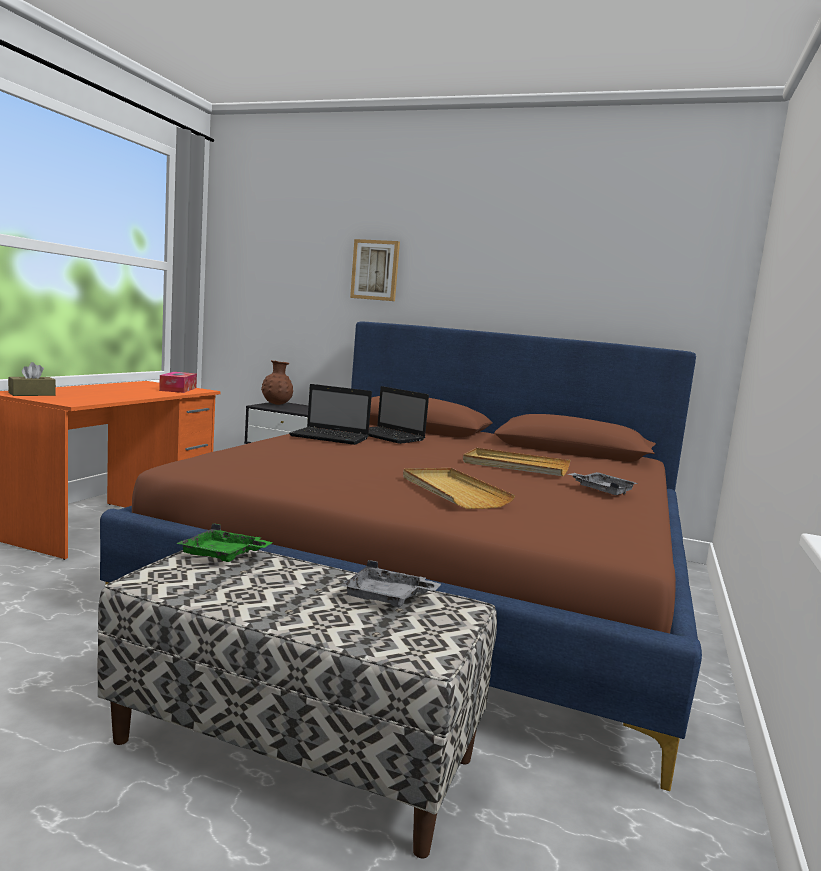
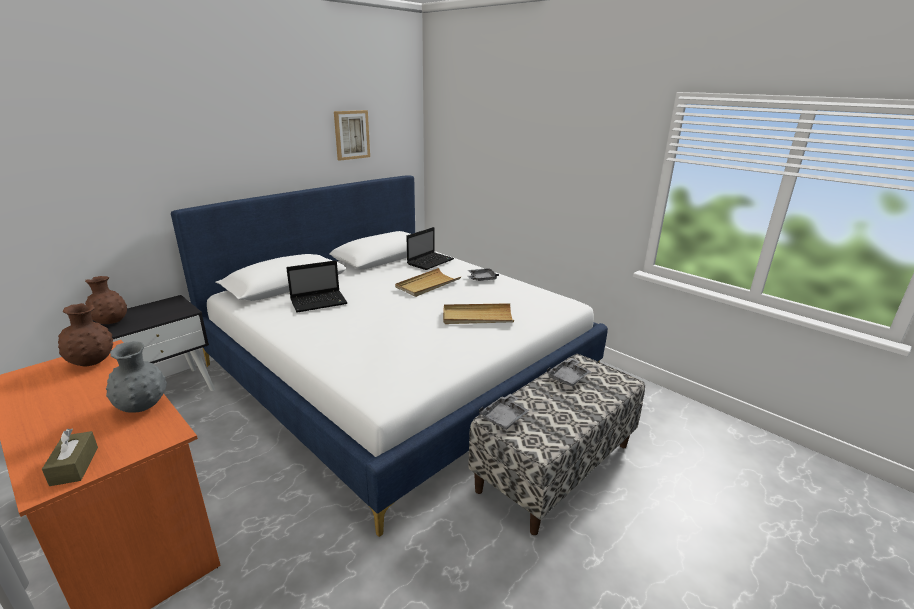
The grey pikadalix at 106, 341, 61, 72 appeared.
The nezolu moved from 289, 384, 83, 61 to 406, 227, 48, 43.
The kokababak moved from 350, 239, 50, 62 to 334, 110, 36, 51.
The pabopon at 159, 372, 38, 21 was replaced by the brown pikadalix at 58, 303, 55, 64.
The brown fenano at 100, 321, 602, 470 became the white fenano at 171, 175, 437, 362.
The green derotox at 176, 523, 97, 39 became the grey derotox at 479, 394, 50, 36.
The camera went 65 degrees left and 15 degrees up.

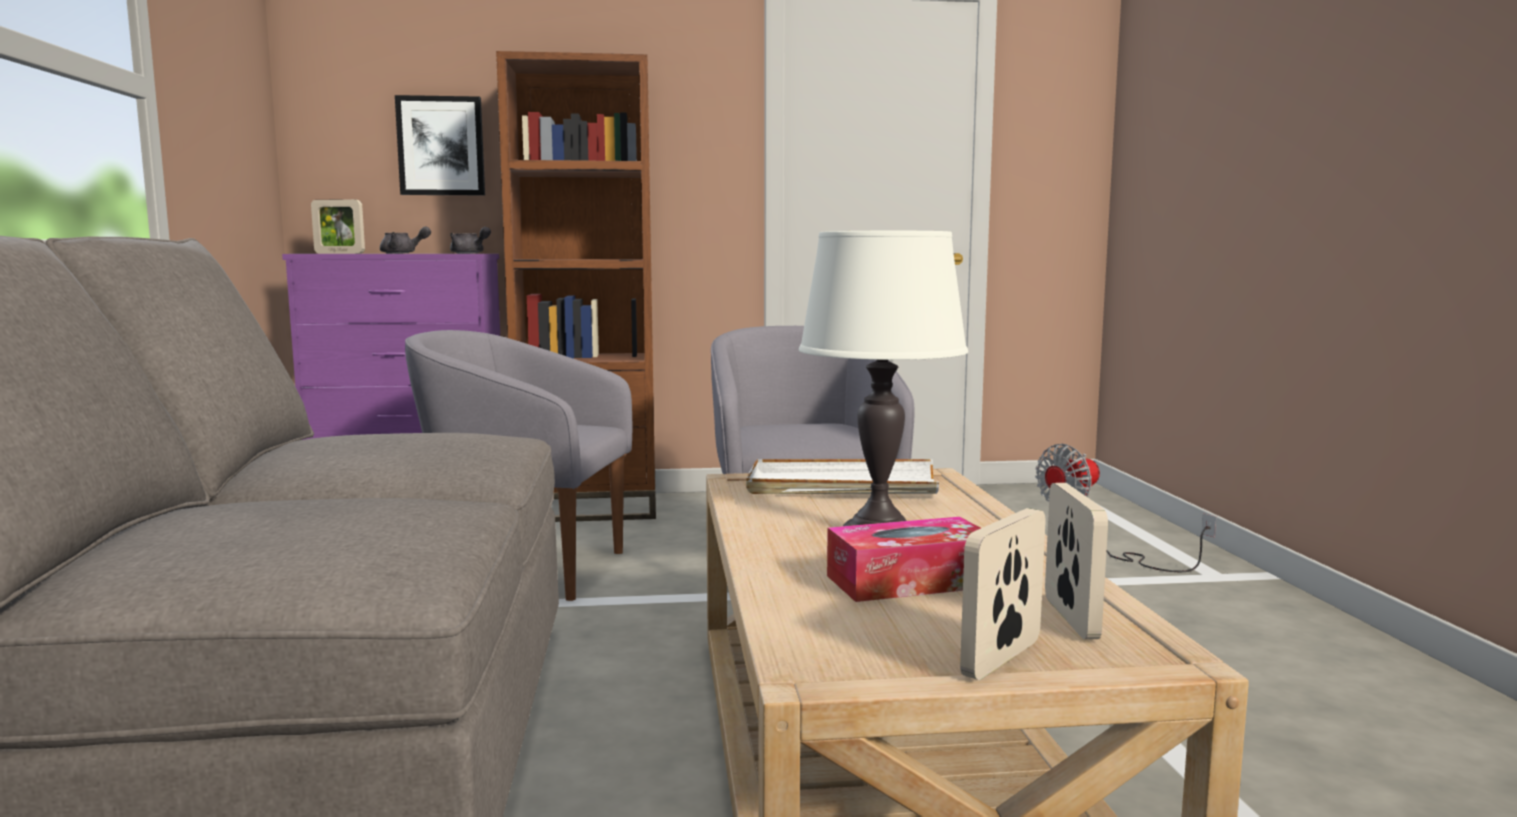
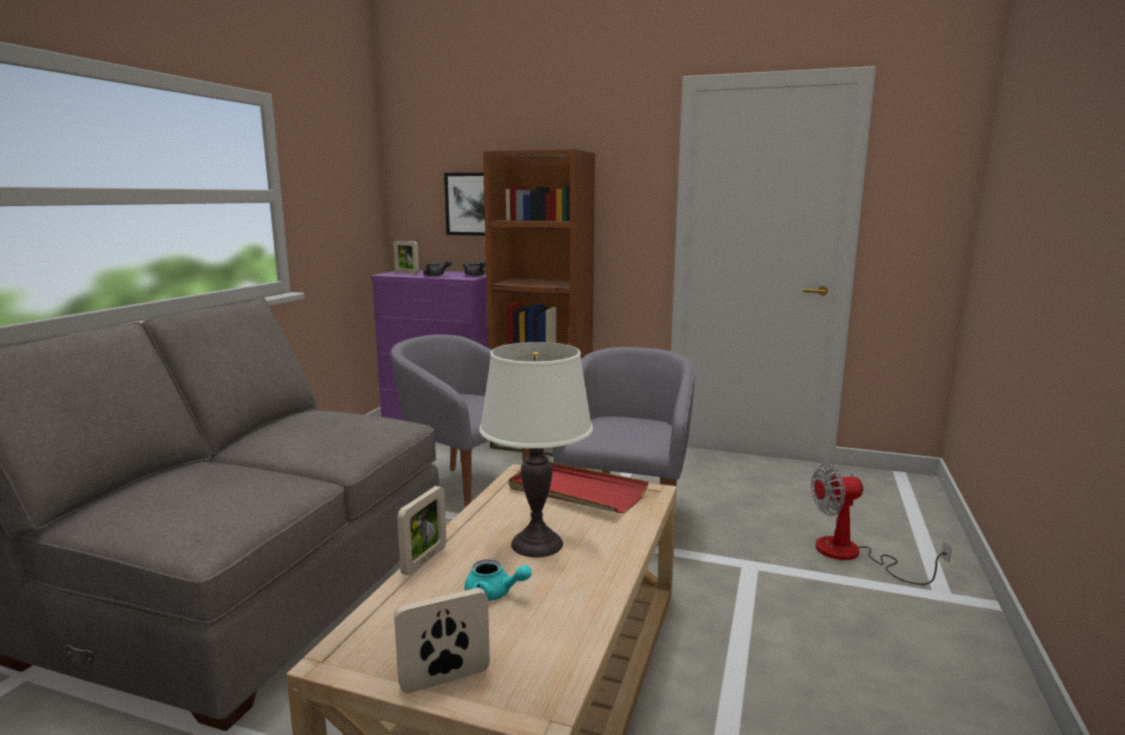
The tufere moved from 1045, 483, 63, 156 to 397, 486, 50, 89.
The pabopon at 827, 517, 154, 85 was replaced by the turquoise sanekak at 464, 559, 68, 42.
The white derotox at 746, 459, 193, 35 became the red derotox at 509, 462, 140, 51.
The camera went 25 degrees right and 5 degrees up.

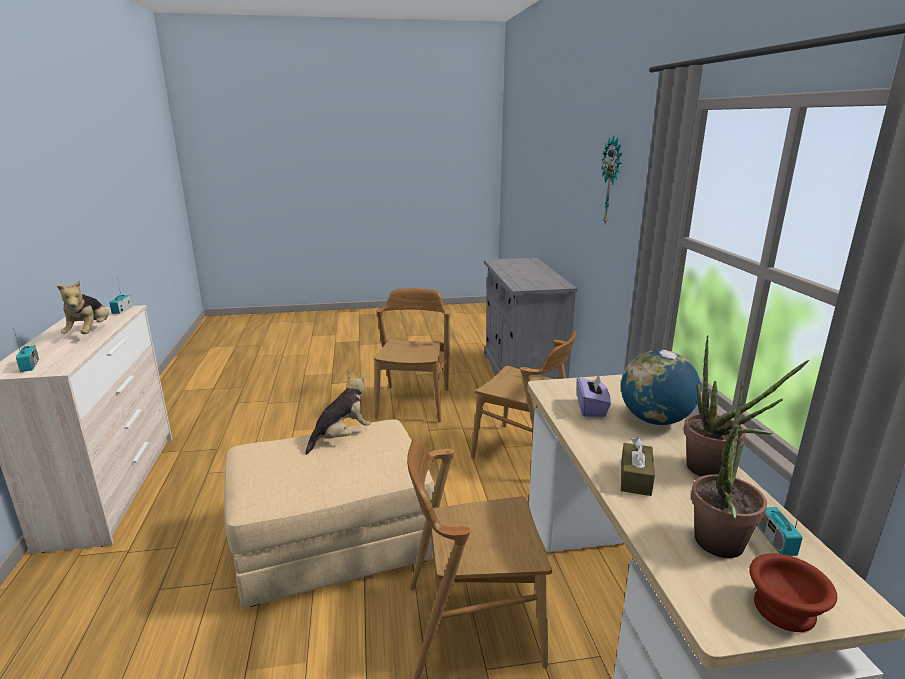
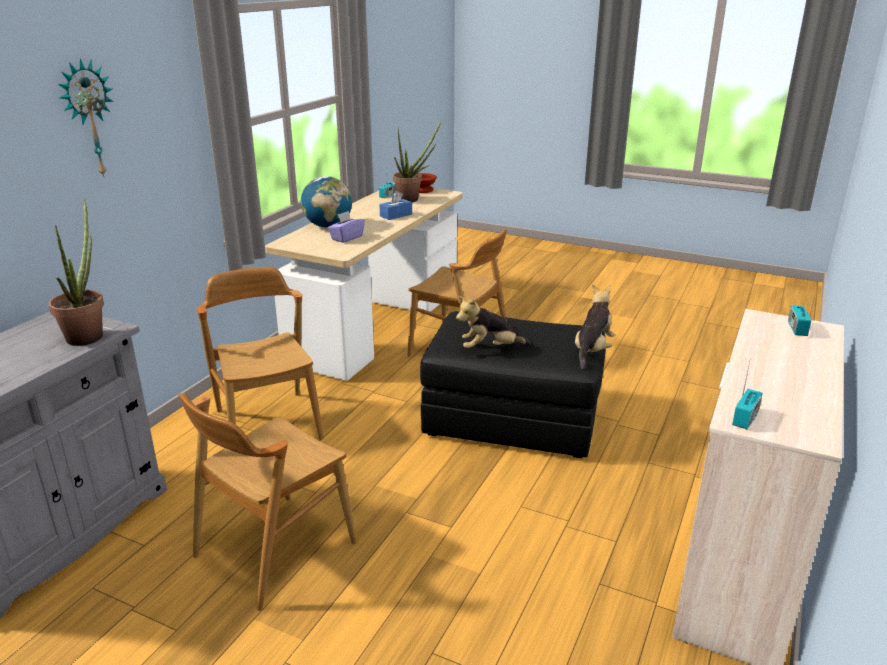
The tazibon moved from 57, 280, 52, 54 to 575, 285, 40, 84.
The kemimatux moved from 684, 335, 125, 142 to 48, 199, 56, 147.
The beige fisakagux at 224, 419, 210, 189 became the black fisakagux at 420, 311, 186, 147.
The brown pabopon at 621, 437, 34, 59 became the blue pabopon at 379, 191, 33, 29.
The camera went 145 degrees left and 5 degrees up.

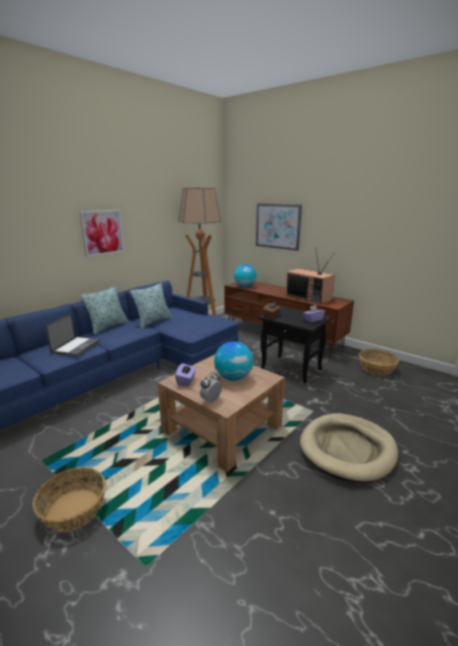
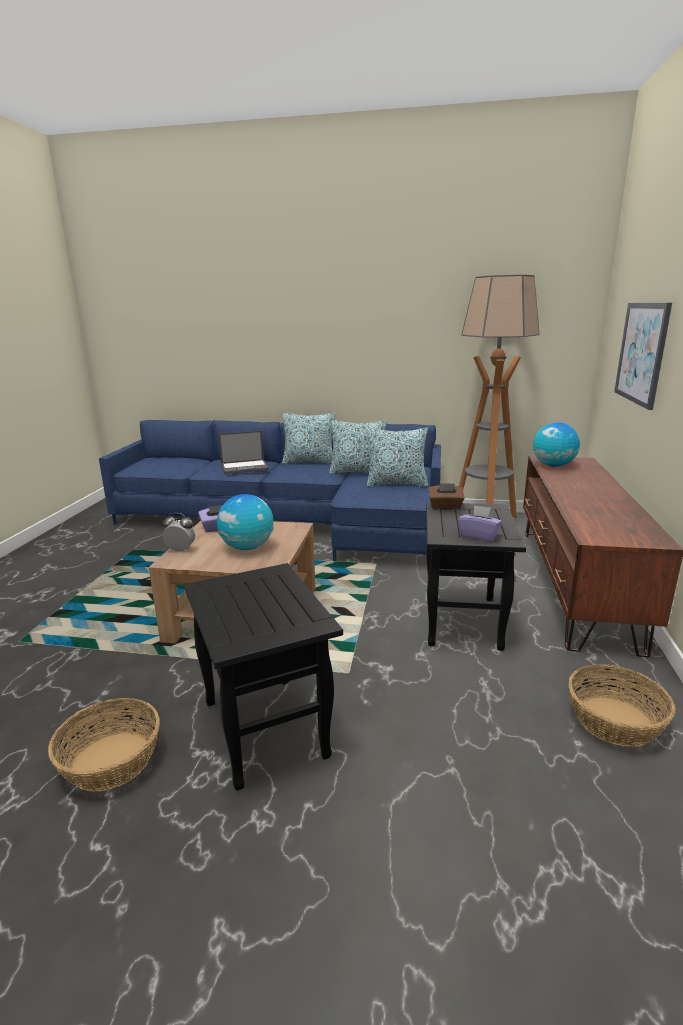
The kokababak at 80, 210, 45, 47 disappeared.
The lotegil at 286, 251, 49, 53 disappeared.
The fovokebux at 367, 428, 61, 59 appeared.
The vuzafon moved from 33, 467, 73, 65 to 48, 698, 112, 94.
The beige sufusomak at 300, 413, 98, 70 was replaced by the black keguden at 184, 563, 159, 228.
The camera went 60 degrees right and 0 degrees up.

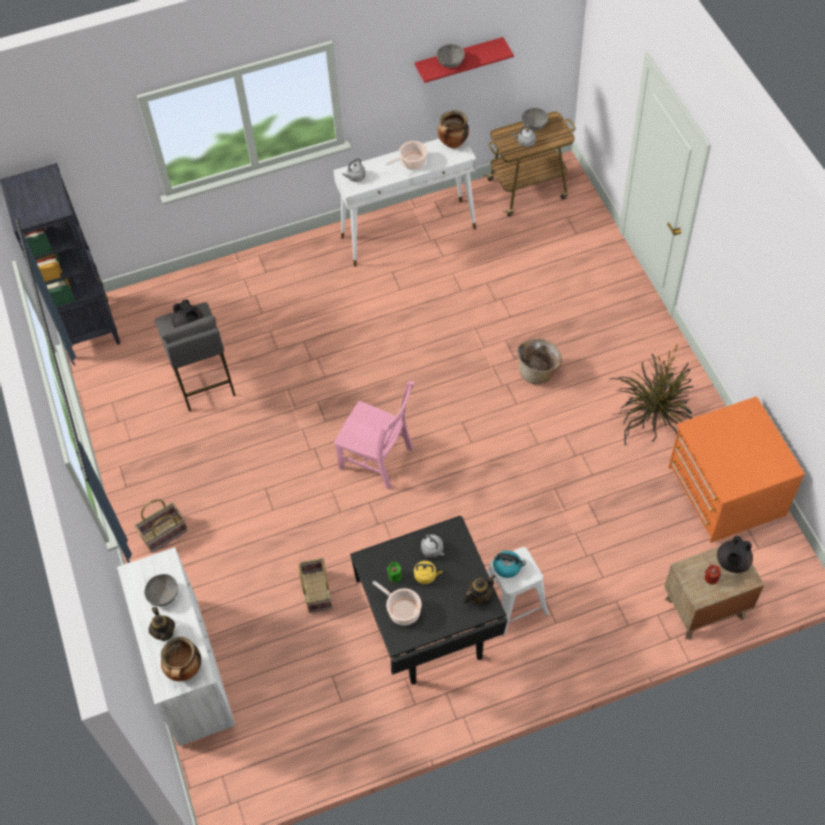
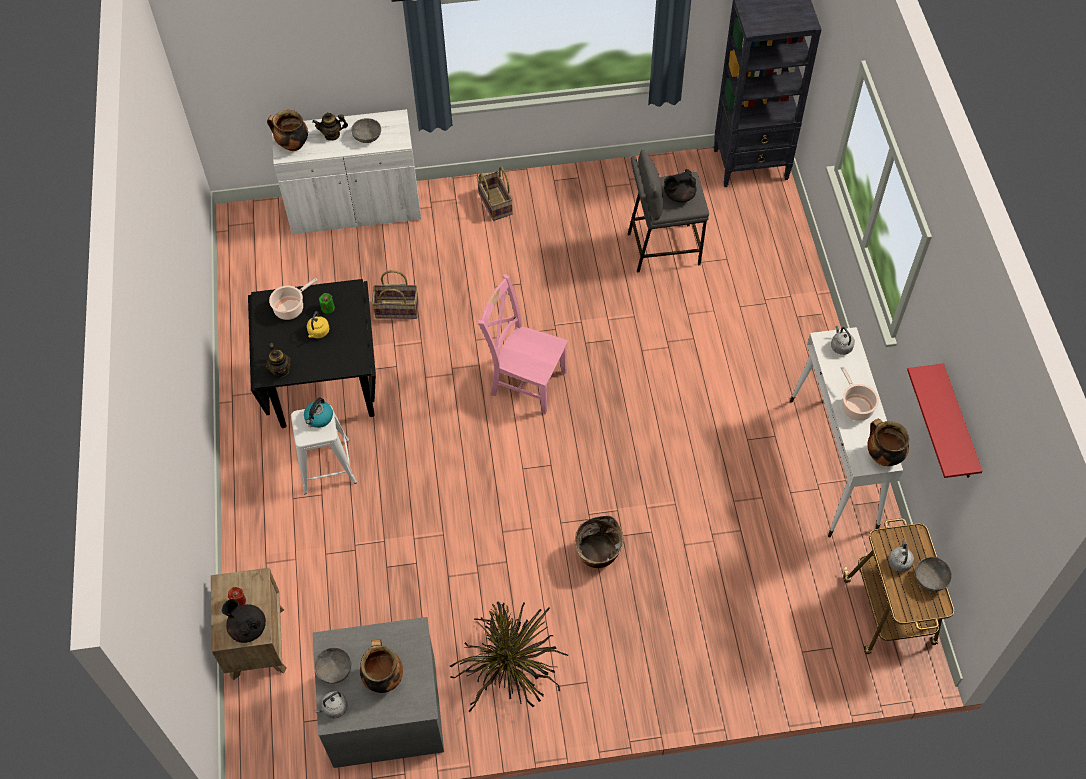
The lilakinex at 360, 639, 43, 54 appeared.
The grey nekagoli moved from 421, 534, 23, 24 to 315, 691, 33, 27.
The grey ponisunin moved from 437, 44, 28, 24 to 314, 647, 37, 37.
The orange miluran at 668, 396, 137, 147 became the grey miluran at 313, 617, 131, 151.
The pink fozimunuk at 334, 381, 80, 109 turned 75 degrees clockwise.
The camera went 100 degrees right and 0 degrees up.

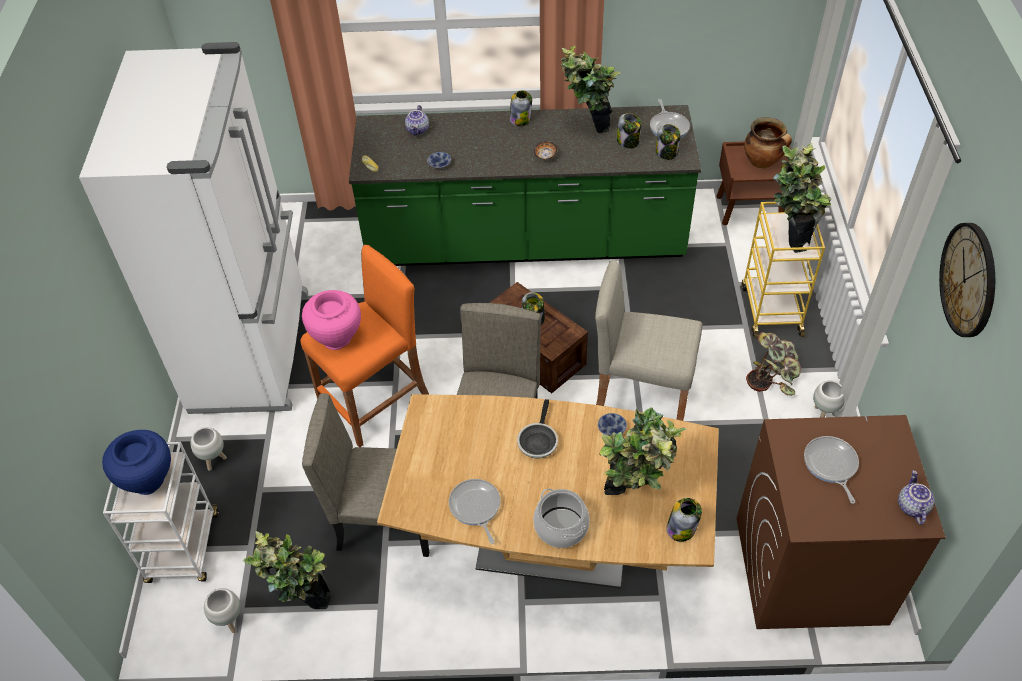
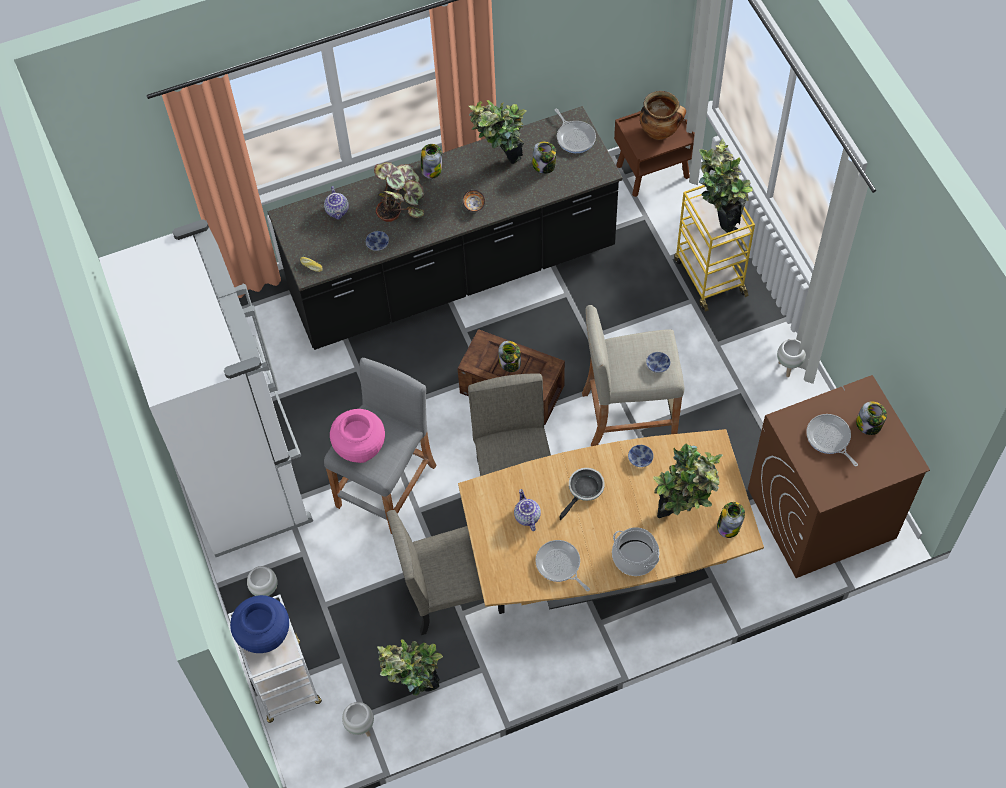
The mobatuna at 939, 223, 56, 114 disappeared.
The ponisunin at 646, 352, 25, 21 appeared.
The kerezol moved from 656, 124, 24, 36 to 856, 401, 31, 34.
The kemimatux moved from 746, 332, 55, 64 to 374, 162, 50, 60.
The sanekak moved from 898, 470, 37, 55 to 514, 489, 27, 42.
The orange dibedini at 300, 245, 130, 202 became the grey dibedini at 324, 358, 113, 176.
The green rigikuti at 349, 105, 352, 161 became the black rigikuti at 268, 106, 355, 244.
The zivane at 517, 399, 41, 60 turned 135 degrees counterclockwise.
The camera went 20 degrees left and 10 degrees up.

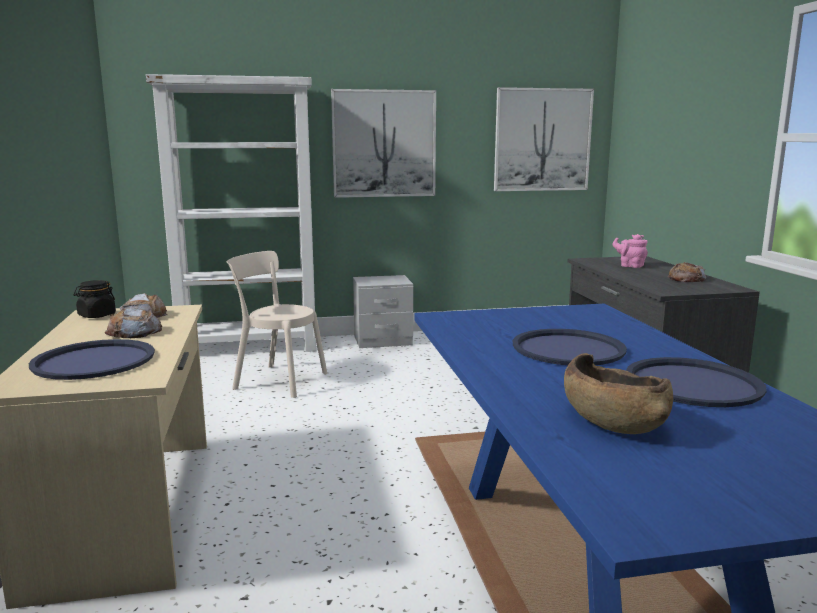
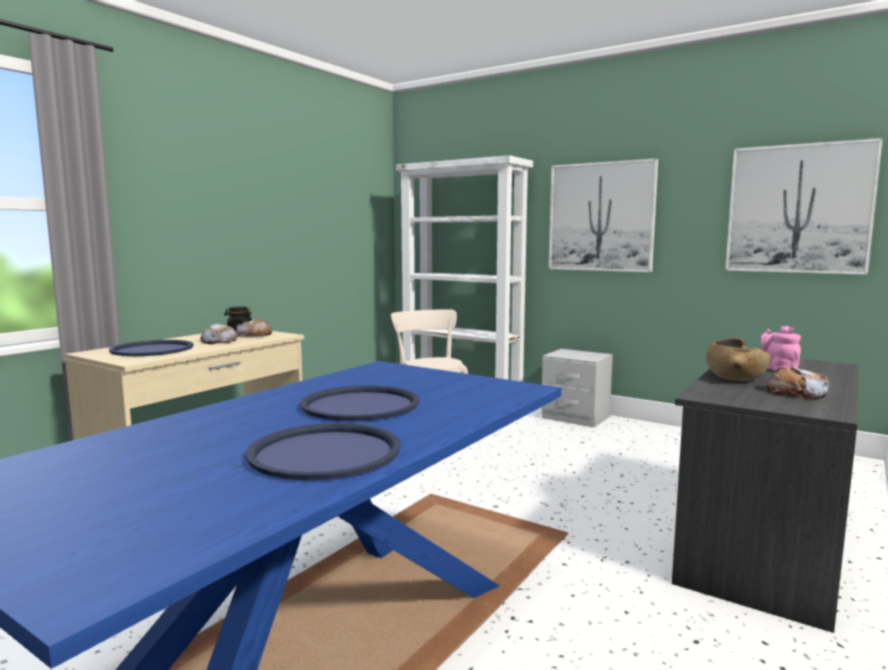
The brown ponisunin moved from 564, 353, 109, 81 to 706, 338, 64, 43.
The camera went 45 degrees right and 5 degrees down.

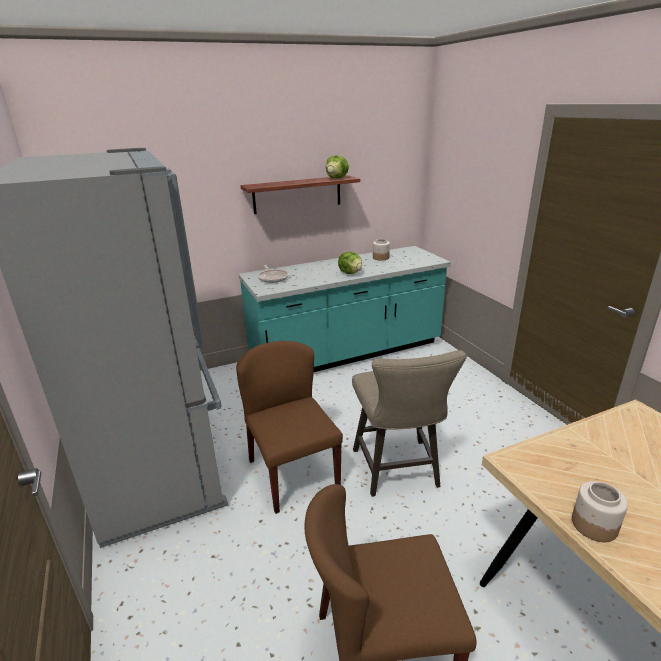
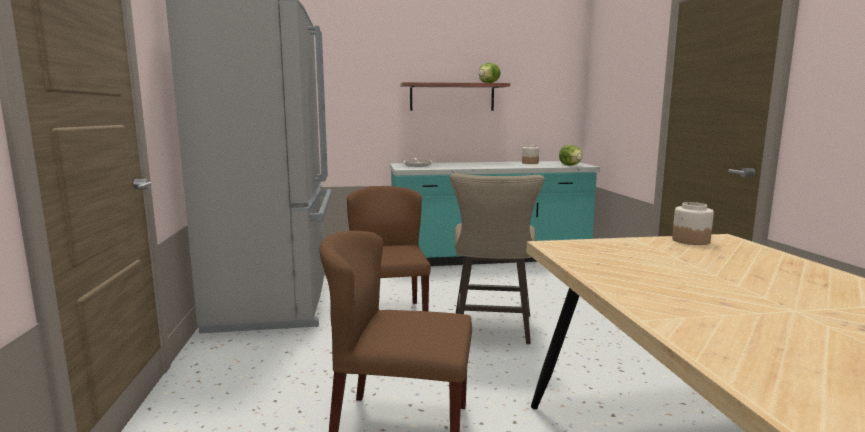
The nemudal moved from 338, 252, 24, 22 to 559, 145, 24, 21.
The kerezol moved from 572, 481, 56, 61 to 672, 202, 42, 43.
The camera went 15 degrees right and 15 degrees down.

